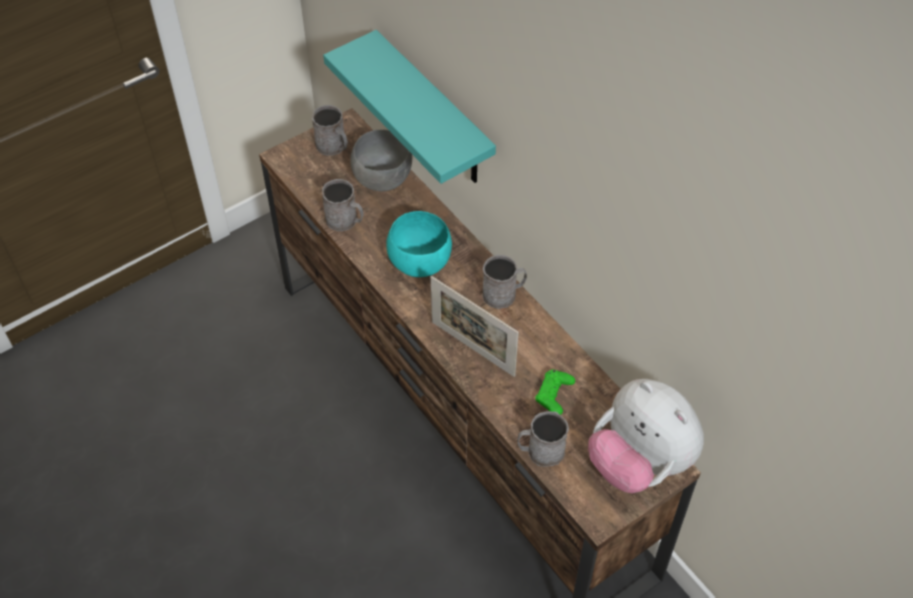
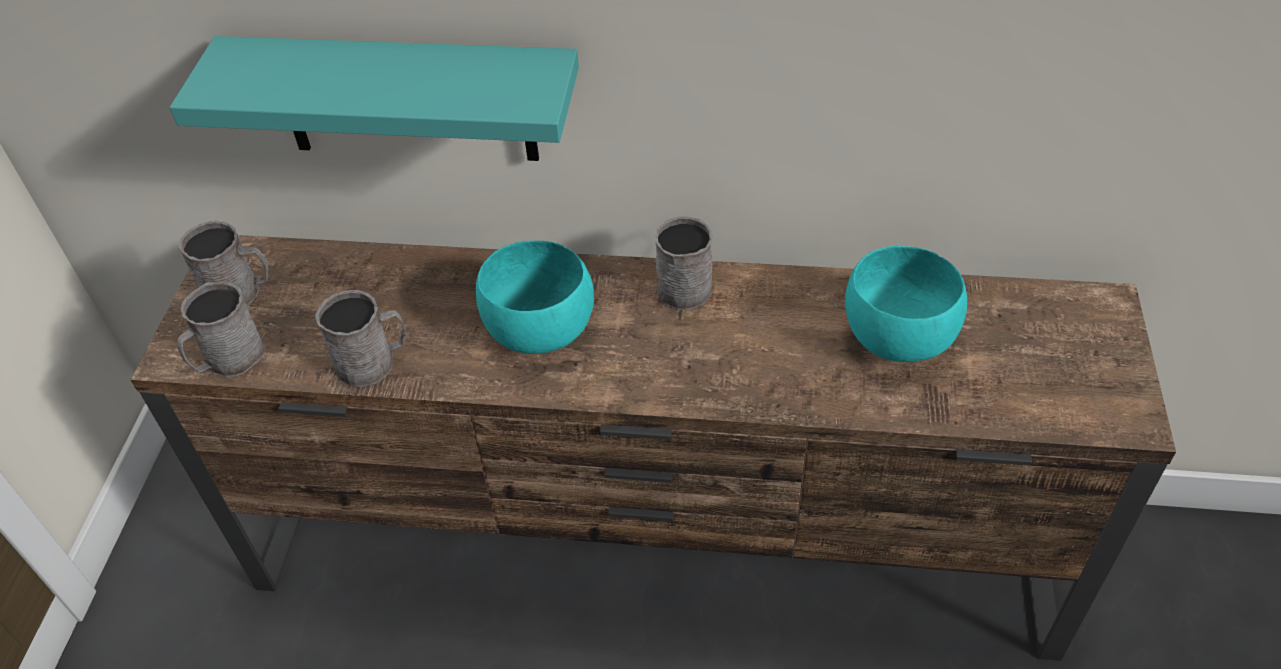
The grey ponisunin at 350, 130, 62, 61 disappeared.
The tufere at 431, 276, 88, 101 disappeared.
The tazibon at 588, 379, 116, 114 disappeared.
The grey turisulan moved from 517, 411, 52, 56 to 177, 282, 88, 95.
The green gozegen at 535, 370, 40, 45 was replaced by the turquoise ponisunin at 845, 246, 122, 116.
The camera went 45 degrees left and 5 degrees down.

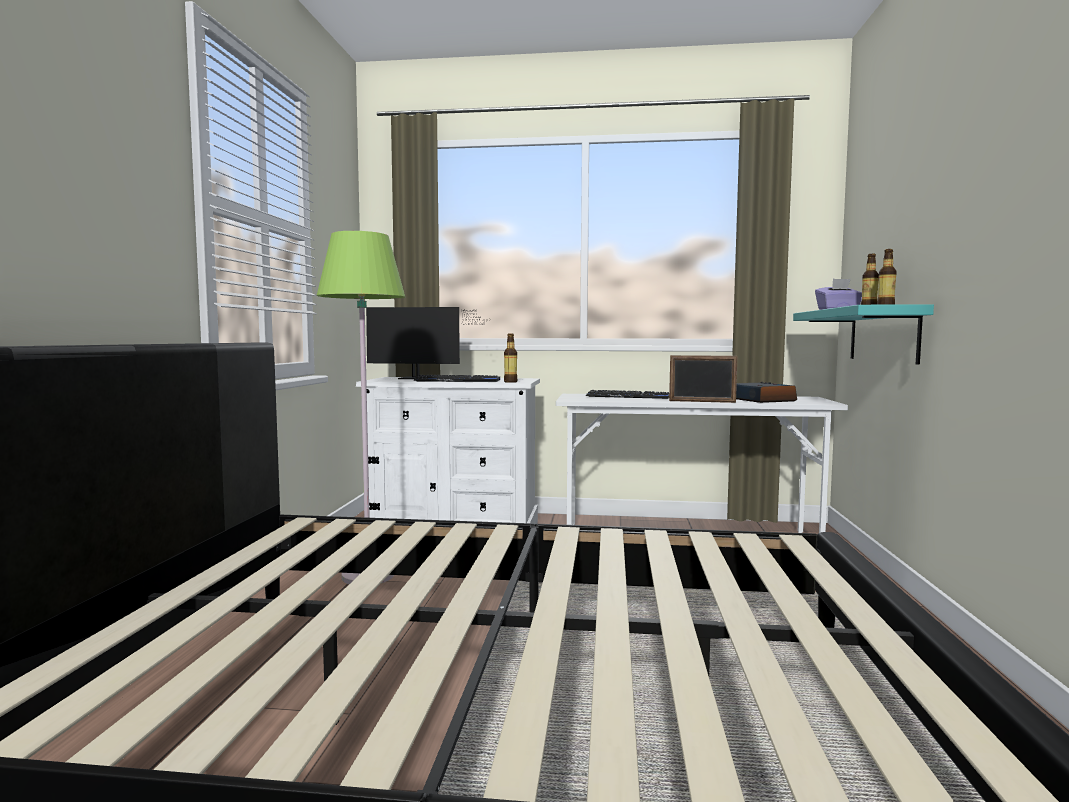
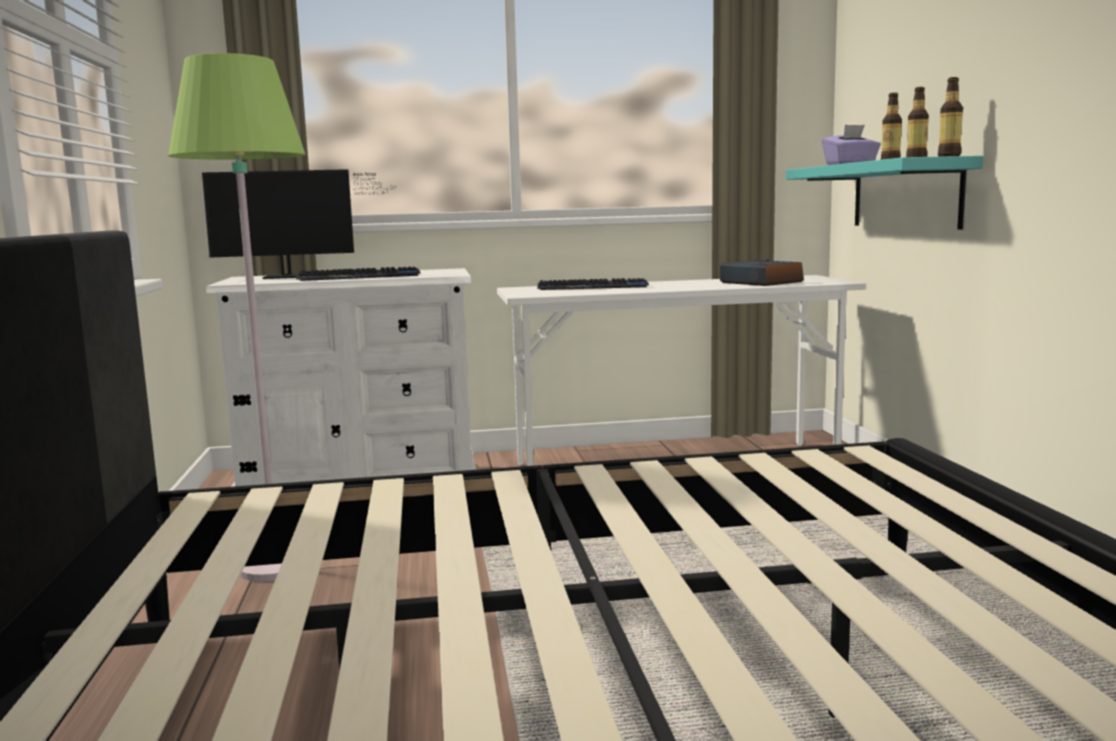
The tufere at 669, 355, 68, 48 disappeared.
The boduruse moved from 504, 333, 13, 50 to 938, 77, 25, 80.
The camera went 15 degrees left and 5 degrees up.

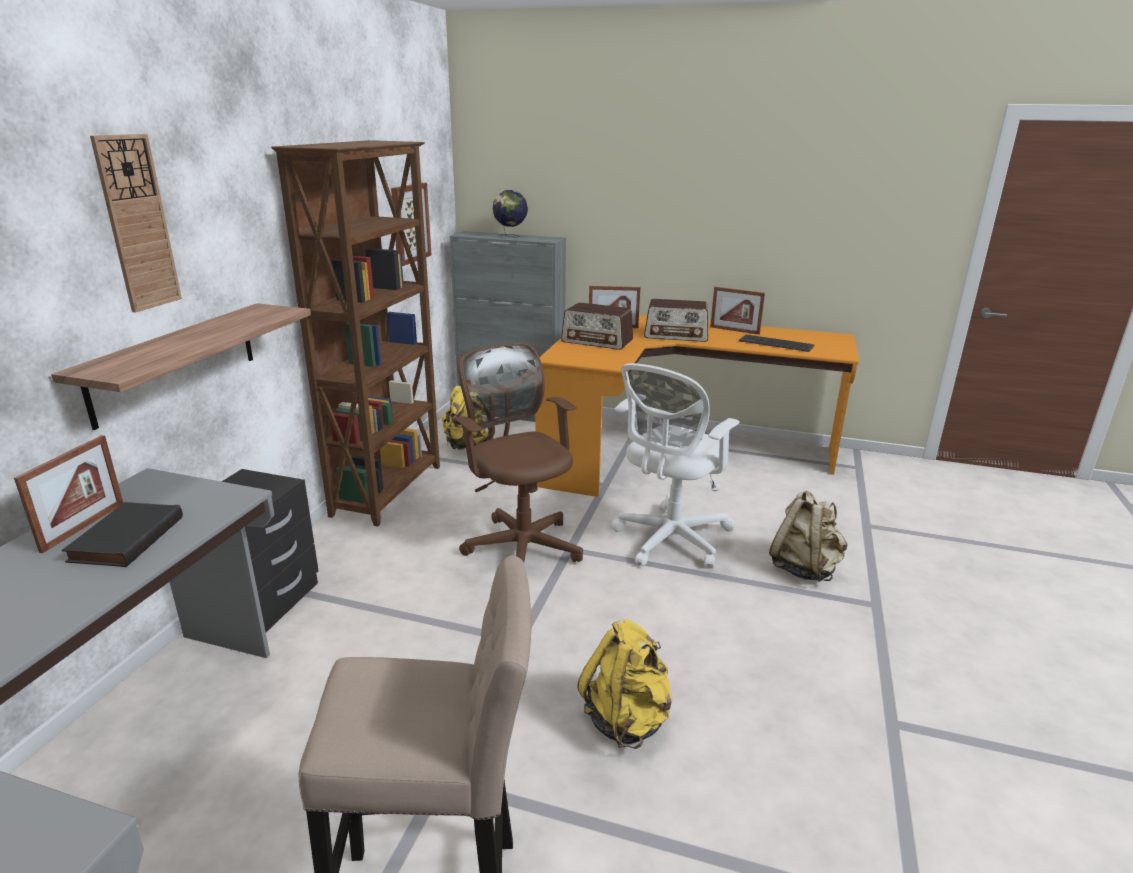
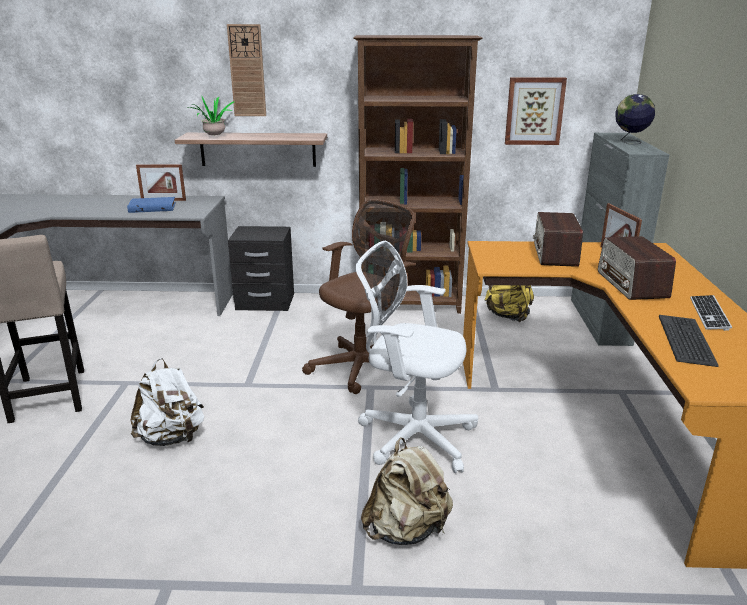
The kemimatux at 188, 97, 46, 38 appeared.
The tufere at 710, 287, 55, 48 was replaced by the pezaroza at 690, 295, 42, 36.
The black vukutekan at 62, 502, 121, 65 became the blue vukutekan at 127, 197, 49, 16.
The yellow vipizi at 578, 619, 95, 130 became the white vipizi at 131, 358, 73, 88.
The camera went 75 degrees right and 0 degrees up.

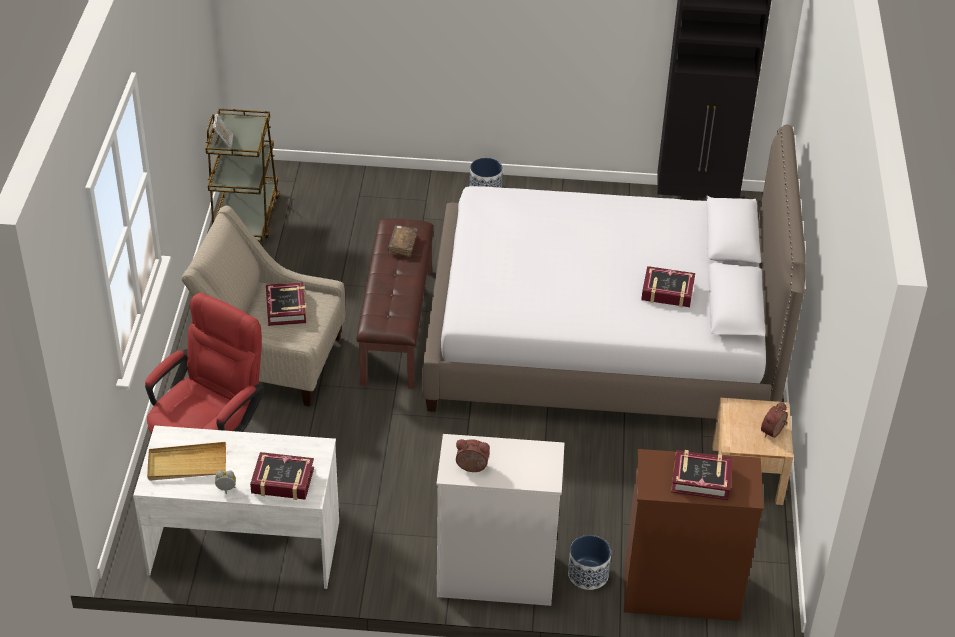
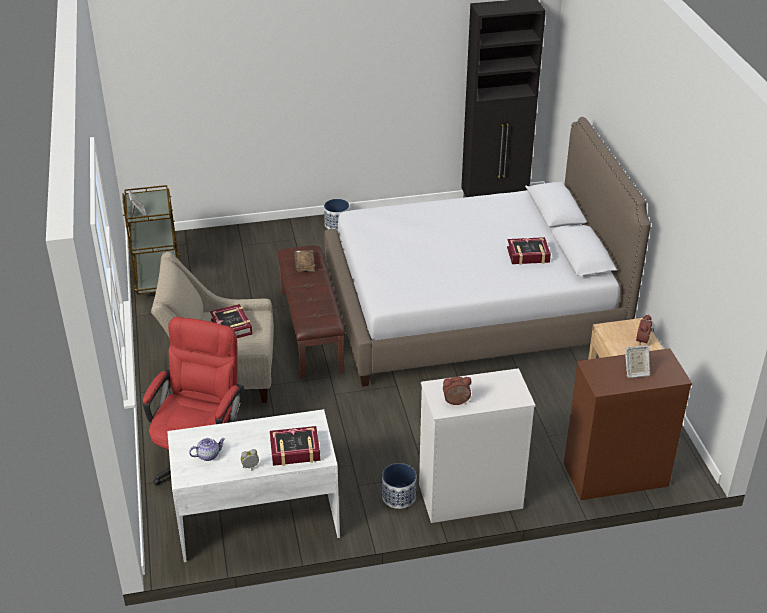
The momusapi moved from 568, 535, 43, 55 to 382, 463, 34, 46.
The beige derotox at 147, 442, 79, 39 was replaced by the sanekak at 189, 438, 36, 23.
The vukutekan at 671, 450, 62, 50 was replaced by the tufere at 625, 345, 25, 33.
The camera went 15 degrees left and 5 degrees down.

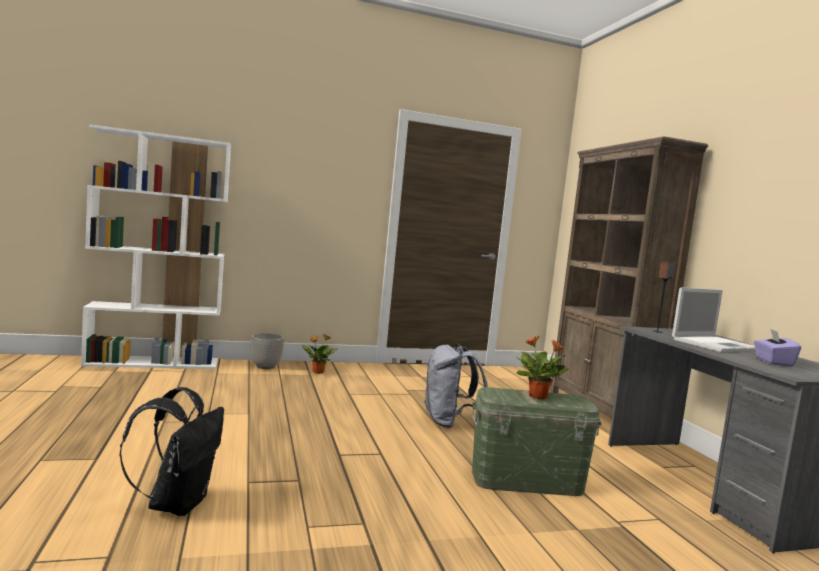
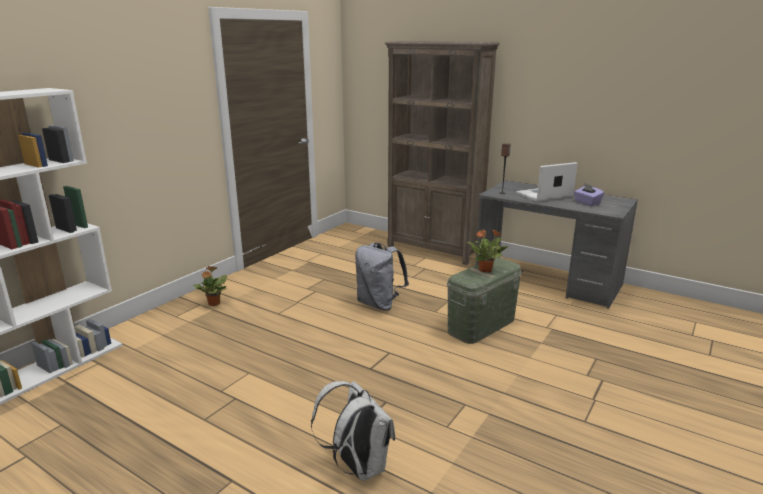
The momusapi at 251, 333, 33, 36 disappeared.
The black vipizi at 119, 387, 105, 129 became the white vipizi at 311, 381, 84, 100.
The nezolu at 672, 288, 83, 64 turned 135 degrees counterclockwise.
The camera went 40 degrees left and 15 degrees up.

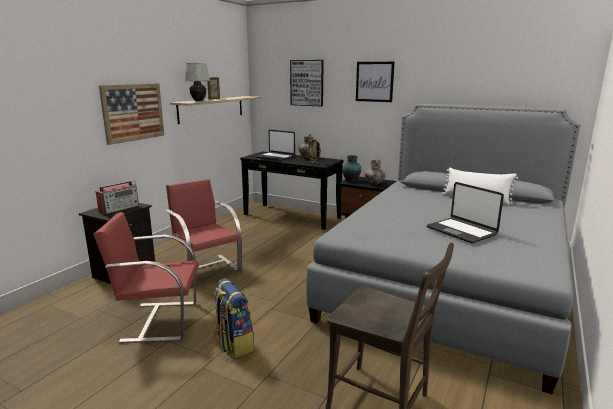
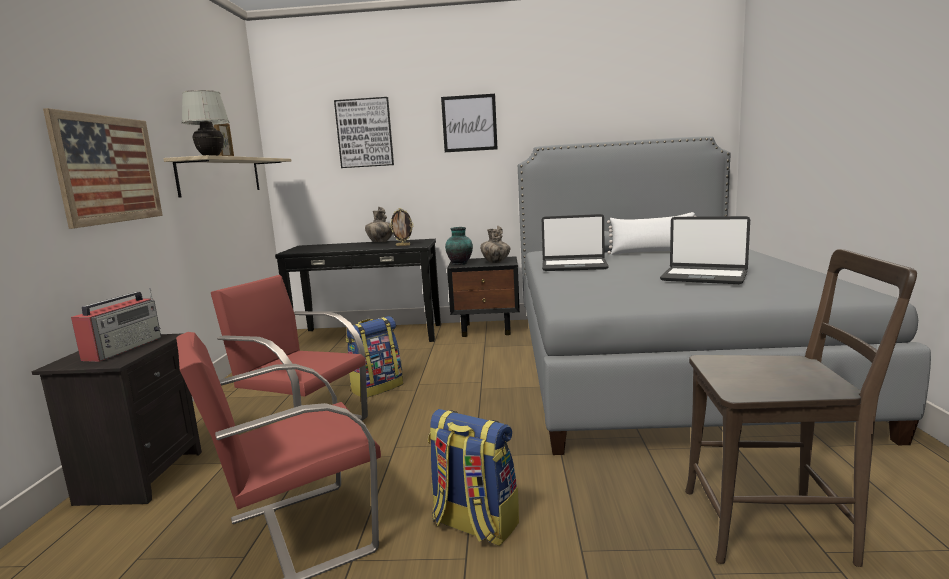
The vipizi at 346, 316, 57, 82 appeared.
The nezolu moved from 255, 130, 40, 31 to 542, 214, 67, 57.
The camera went 25 degrees left and 5 degrees down.

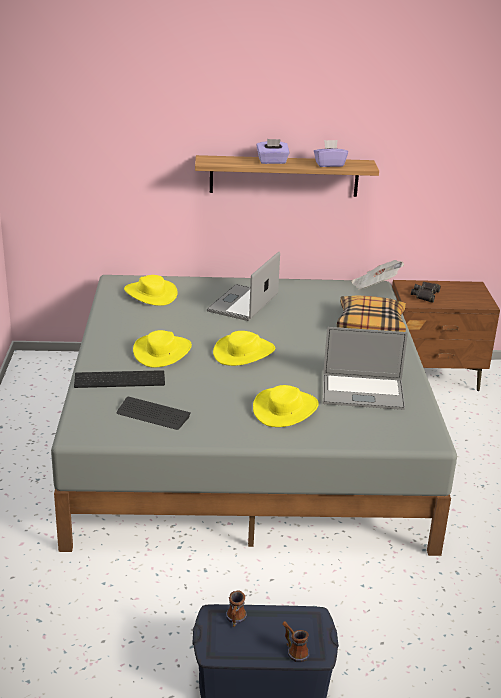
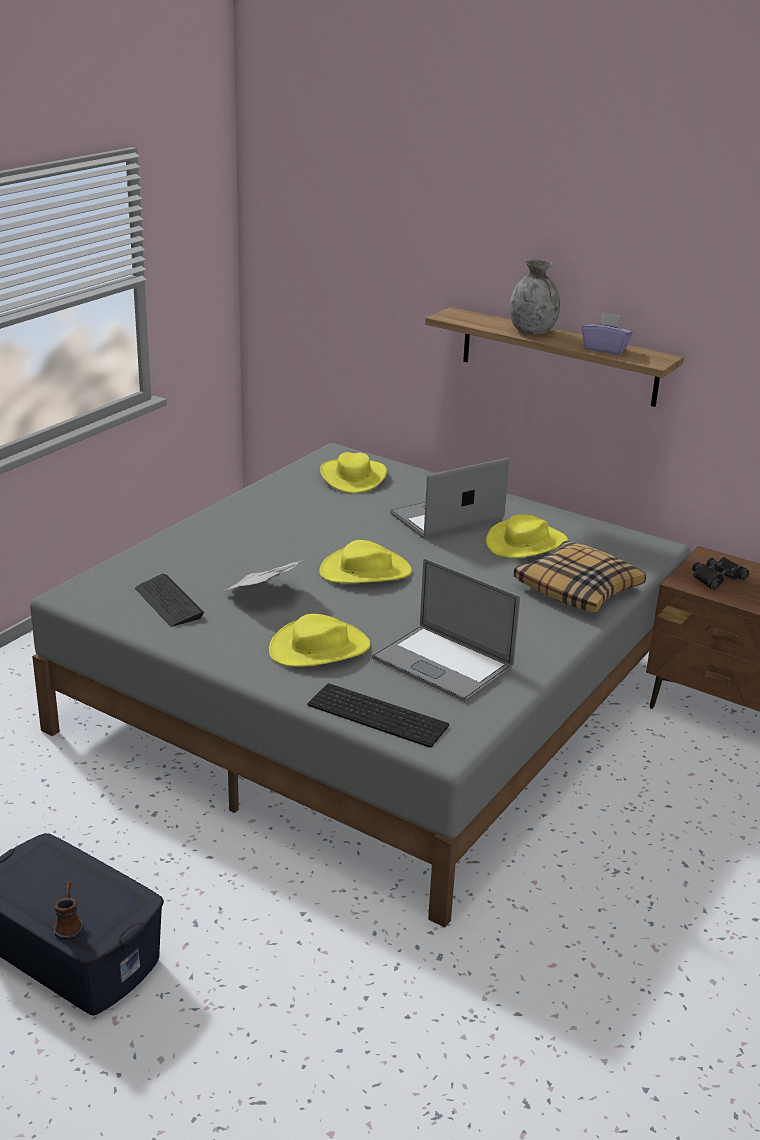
The turisulan at 226, 591, 21, 36 disappeared.
The pezaroza moved from 74, 370, 91, 18 to 308, 683, 141, 65.
The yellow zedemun moved from 133, 330, 59, 38 to 486, 514, 82, 44.
The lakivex moved from 352, 260, 52, 30 to 225, 560, 78, 30.
The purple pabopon at 256, 139, 34, 25 was replaced by the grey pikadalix at 509, 259, 51, 76.
The camera went 35 degrees right and 0 degrees up.

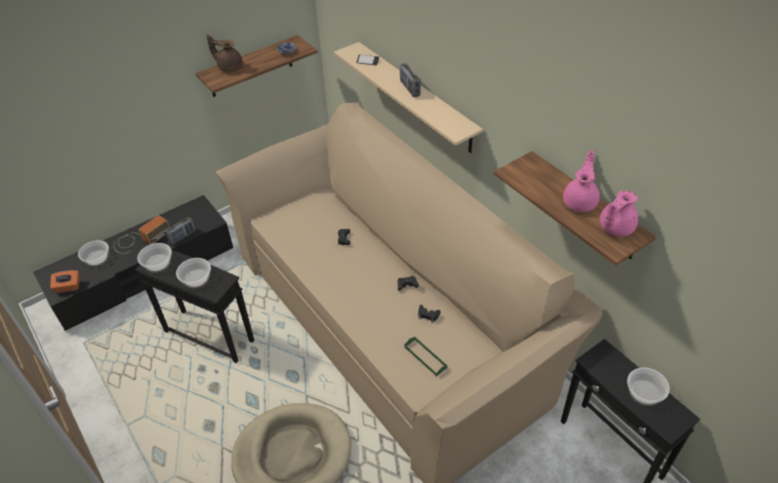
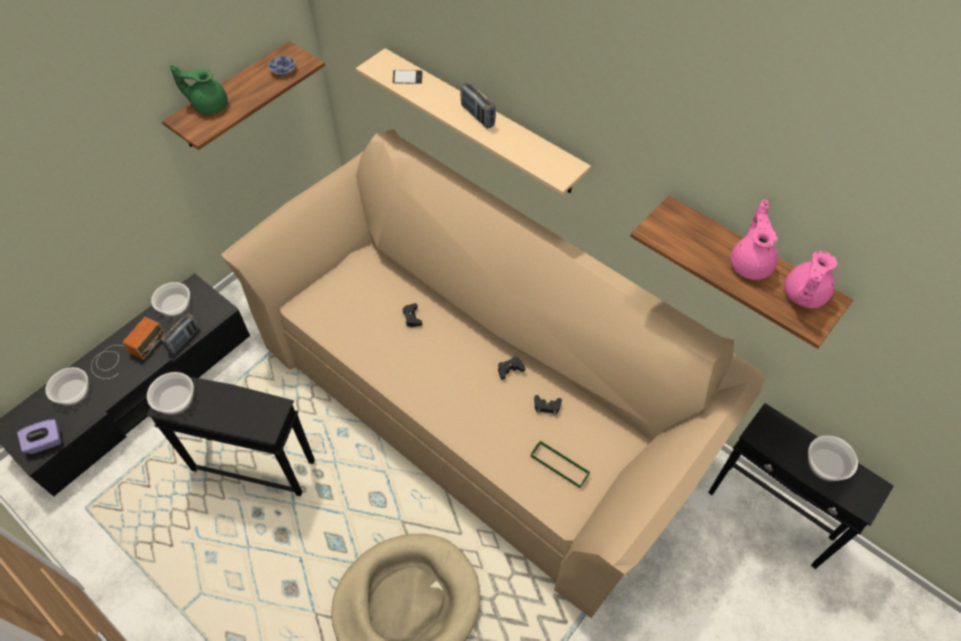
The ponisunin moved from 176, 258, 35, 30 to 151, 282, 39, 35.
The orange pabopon at 50, 270, 30, 23 became the purple pabopon at 17, 419, 44, 35.
The brown sanekak at 206, 35, 37, 37 became the green sanekak at 170, 65, 58, 49.
The camera went 15 degrees left and 10 degrees up.

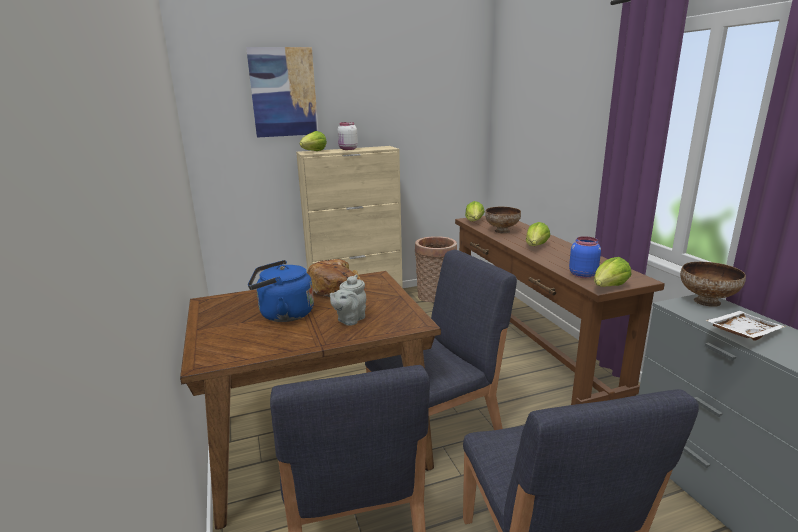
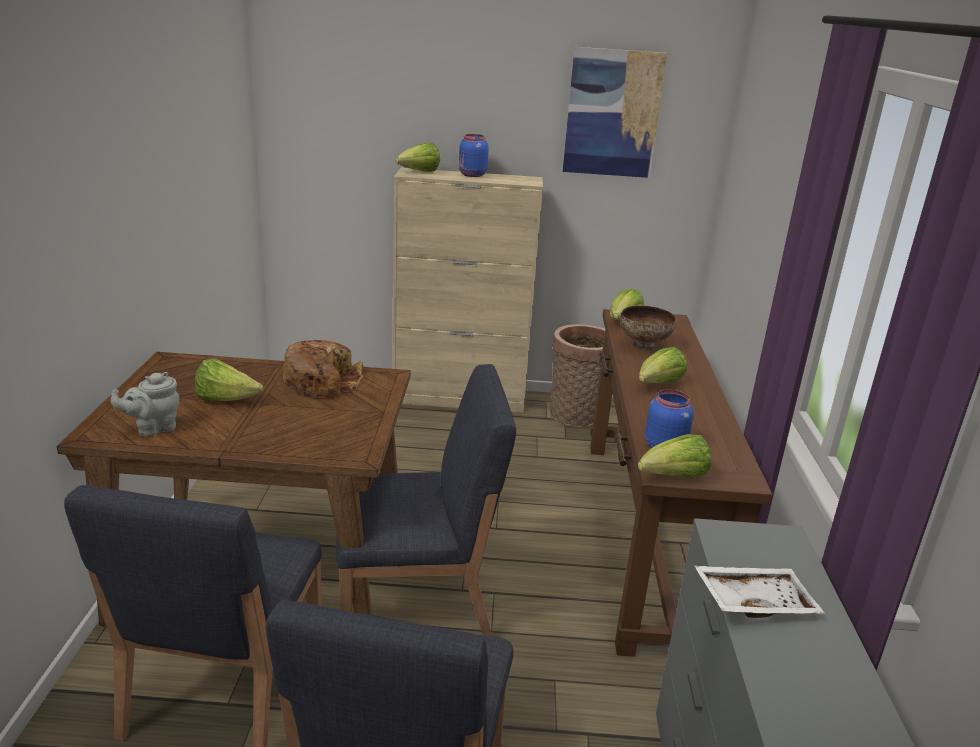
The ponisunin at 680, 262, 66, 45 disappeared.
The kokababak moved from 246, 47, 72, 91 to 563, 47, 104, 131.
The grey sanekak moved from 330, 274, 36, 52 to 111, 372, 69, 65.
The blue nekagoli at 248, 260, 66, 62 was replaced by the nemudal at 195, 358, 68, 43.
The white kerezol at 338, 122, 20, 28 became the blue kerezol at 459, 134, 30, 43.
The camera went 20 degrees right and 5 degrees up.

